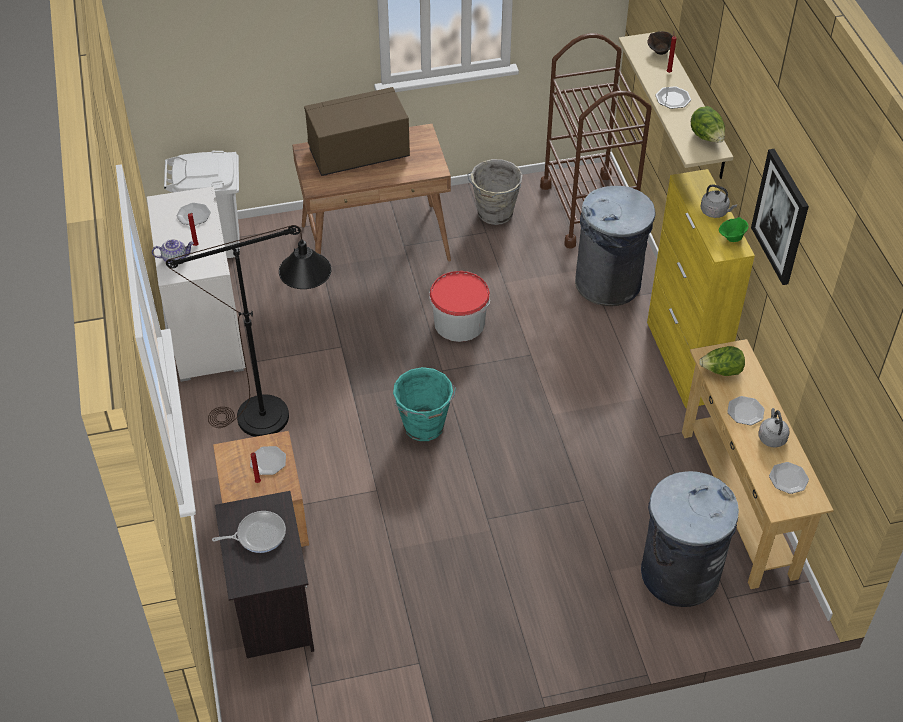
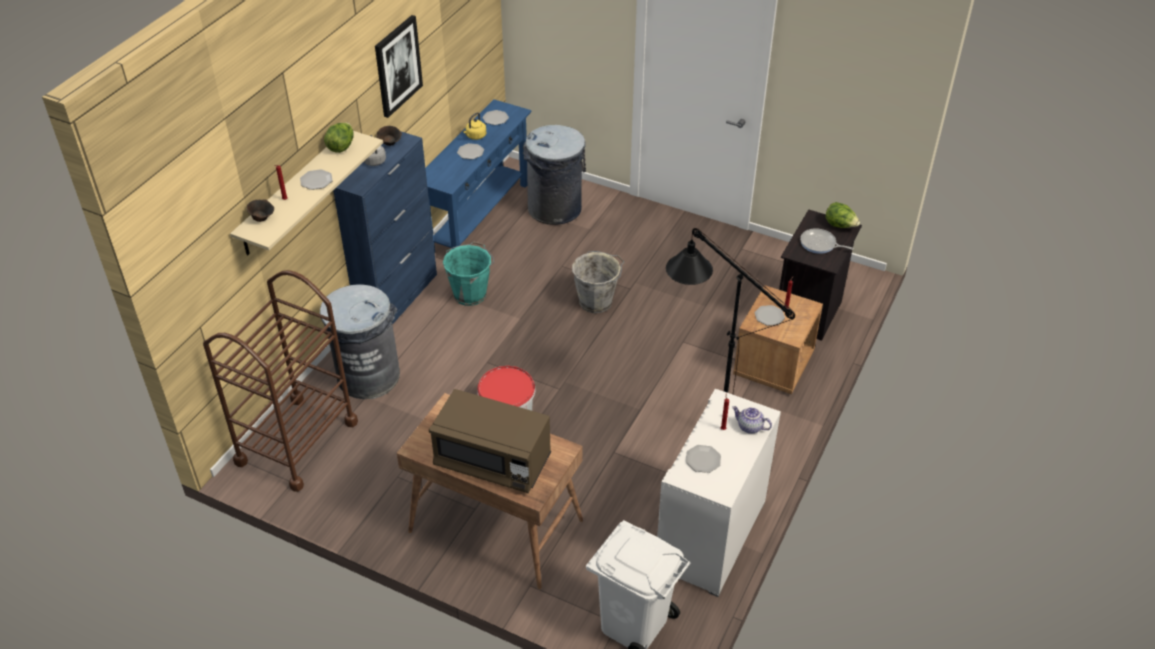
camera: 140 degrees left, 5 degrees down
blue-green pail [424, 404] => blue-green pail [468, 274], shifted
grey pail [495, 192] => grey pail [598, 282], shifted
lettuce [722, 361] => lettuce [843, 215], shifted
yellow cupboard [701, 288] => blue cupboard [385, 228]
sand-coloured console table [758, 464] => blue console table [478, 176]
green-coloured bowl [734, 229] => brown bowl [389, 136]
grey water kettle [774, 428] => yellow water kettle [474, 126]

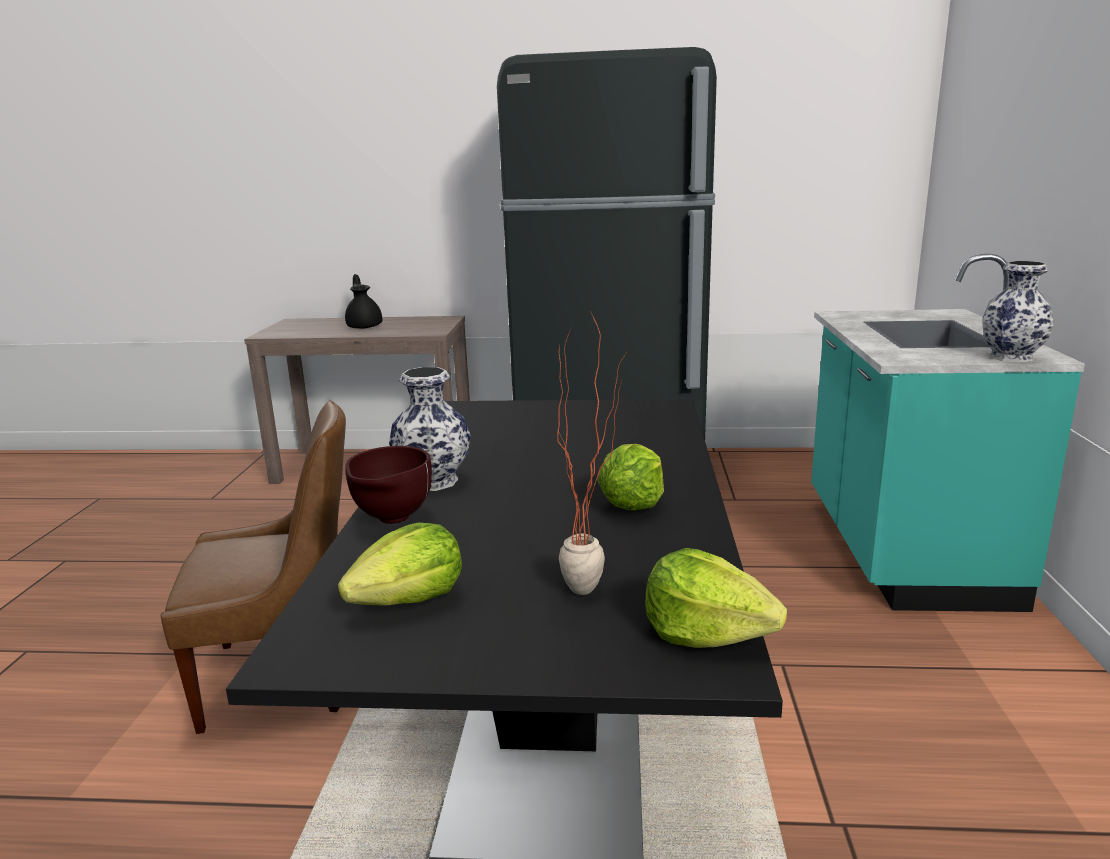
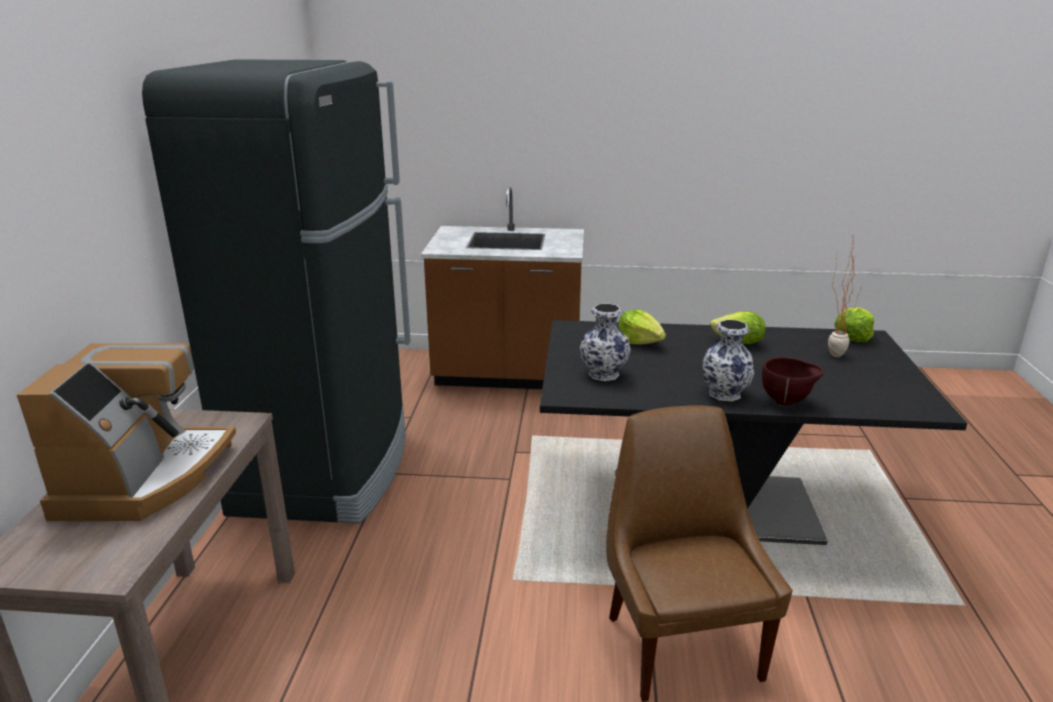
camera: 90 degrees left, 5 degrees up
lettuce [400, 563] => lettuce [642, 326], shifted
flower vase [1018, 311] => flower vase [605, 342], shifted
blackish teapot [363, 301] => coffee brewer [126, 432]
blue-green counter [948, 433] => brown counter [502, 288]

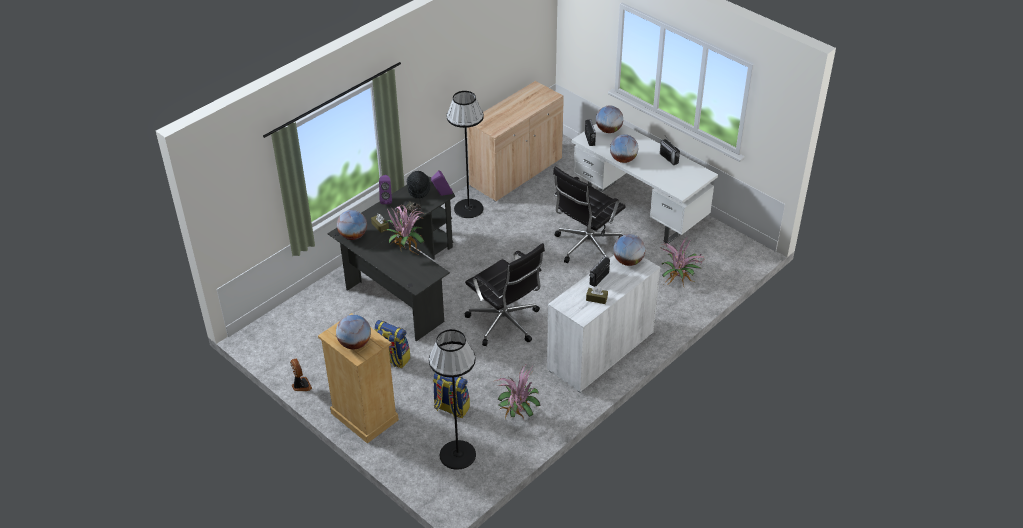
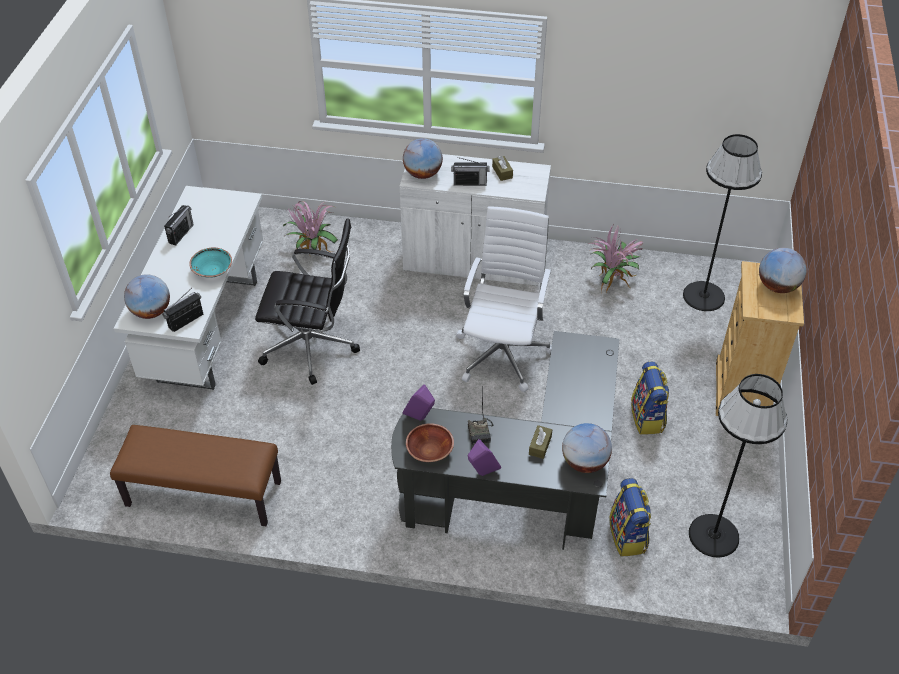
camera: 125 degrees left, 5 degrees up
electric fan [301, 375] => nothing
potted plant [404, 230] => nothing
knapsack [451, 395] => knapsack [630, 517], shifted
blackish standing lamp [465, 154] => blackish standing lamp [738, 466], shifted
blackish wearable hat [418, 184] => brown bowl [430, 442]
sand-coloured cupboard [515, 141] => brown indoor bench [195, 475]
desk globe [624, 148] => blue-green bowl [210, 263]
blackish office chair [505, 294] => white office chair [504, 299]

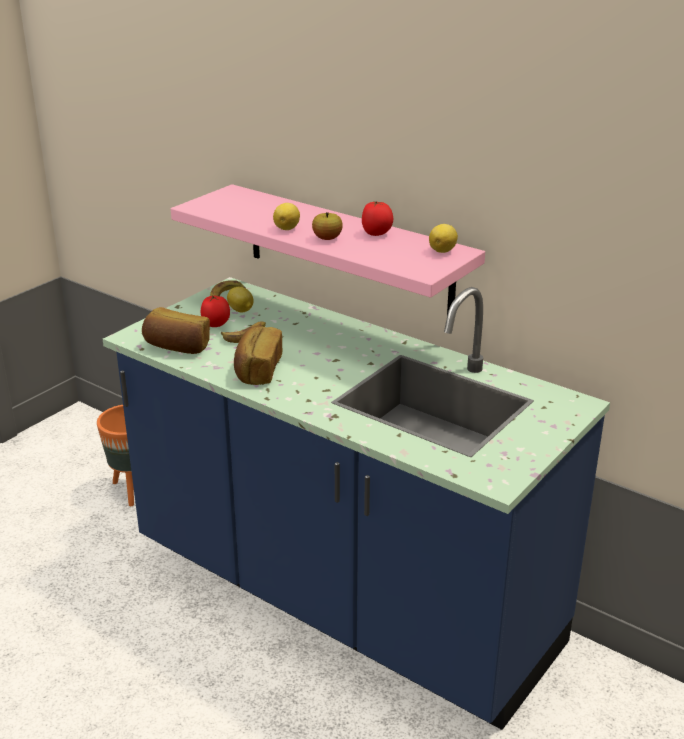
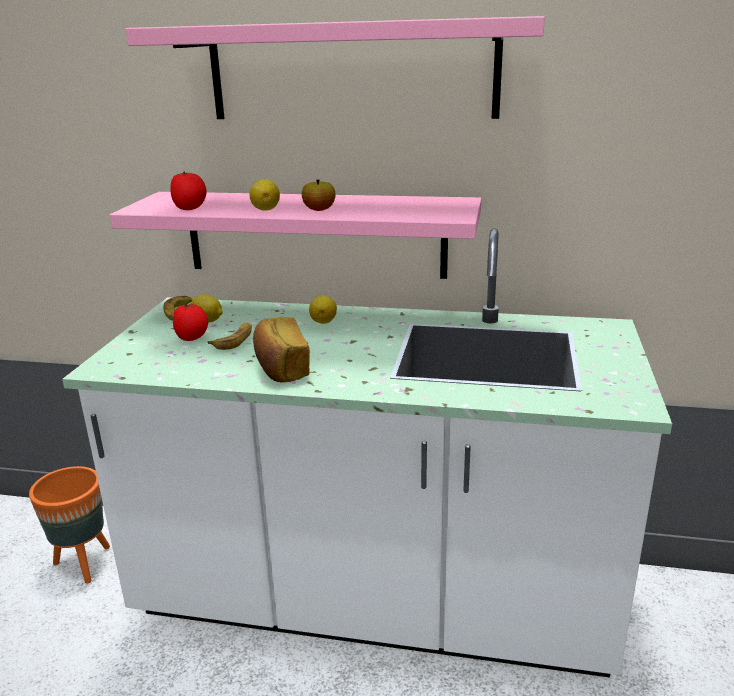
camera: 25 degrees left, 5 degrees down
bread [176, 330] => nothing
nothing => pink-coloured wall shelf [335, 67]
tomato [378, 218] => tomato [188, 191], shifted
citrus fruit [443, 238] => citrus fruit [323, 309], shifted
blue counter [356, 503] => white counter [367, 453]

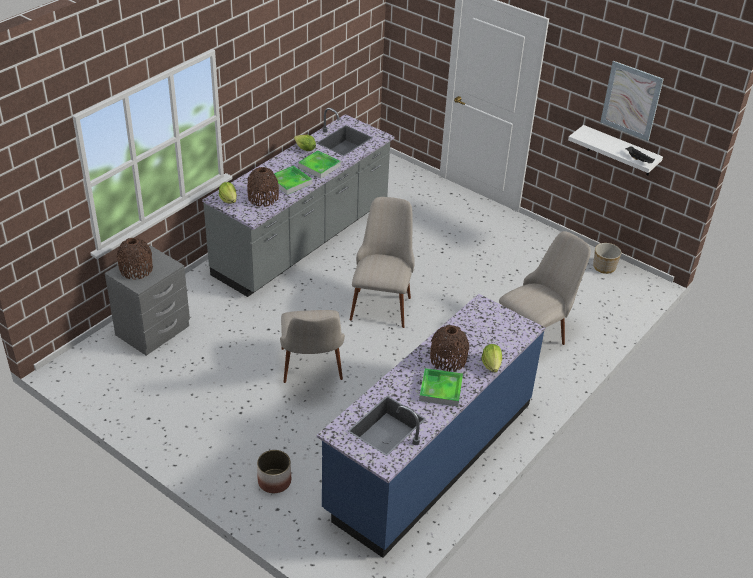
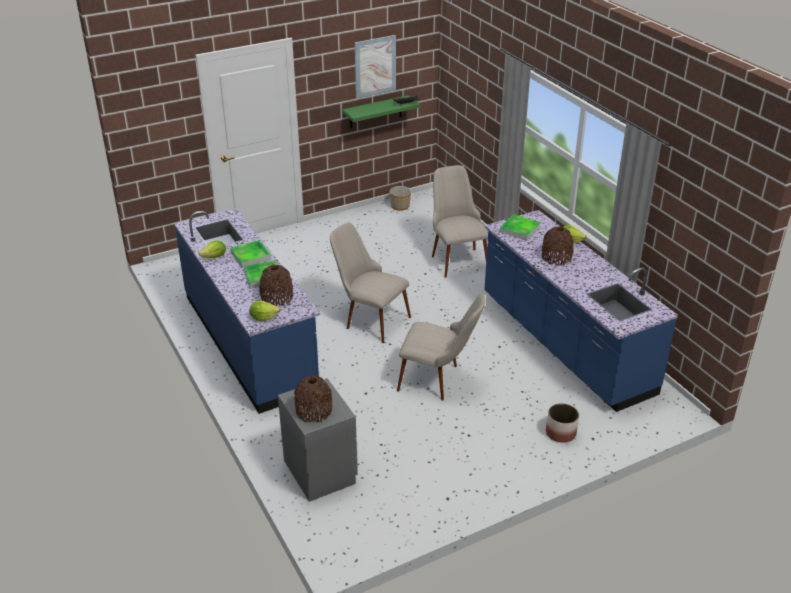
camera: 65 degrees left, 5 degrees down
carrying tray [441, 387] => carrying tray [520, 228], shifted
grey counter [298, 202] => blue counter [247, 311]
white wall shelf [615, 150] => green-coloured wall shelf [381, 111]

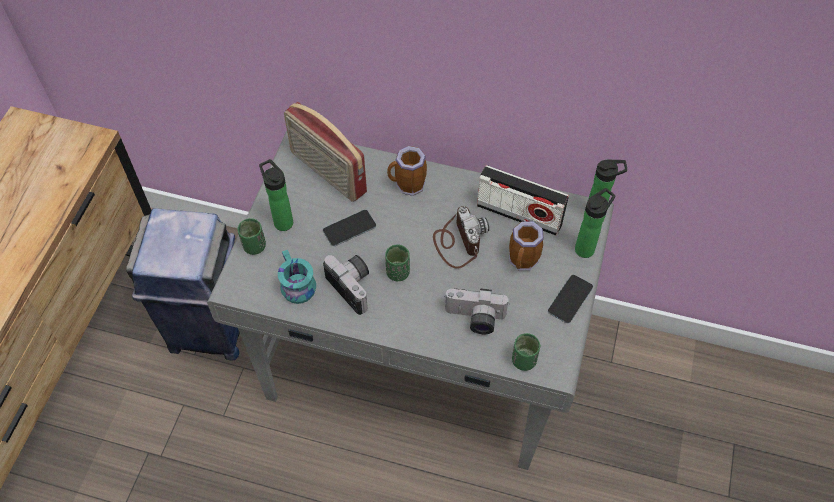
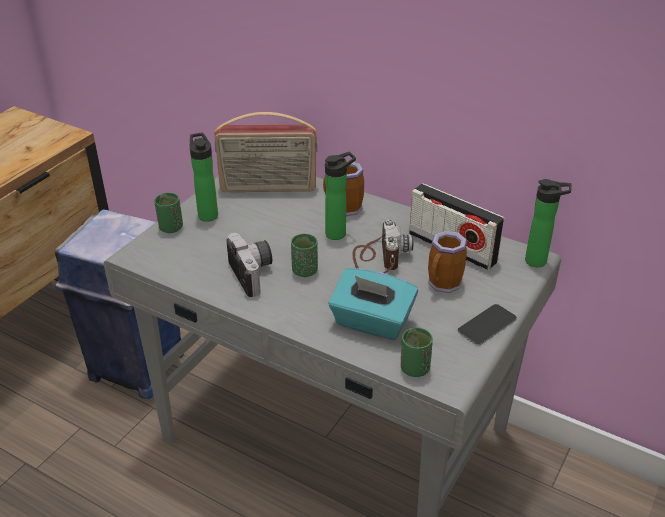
camera: 15 degrees right, 20 degrees down
blue-green coffee mug [297, 277] => nothing
telephone [349, 228] => nothing
drink bottle [595, 223] => drink bottle [340, 196], shifted
photo camera [476, 311] => blue-green tissue box [373, 304]
radio [325, 152] => radio [265, 152], 60 degrees counterclockwise

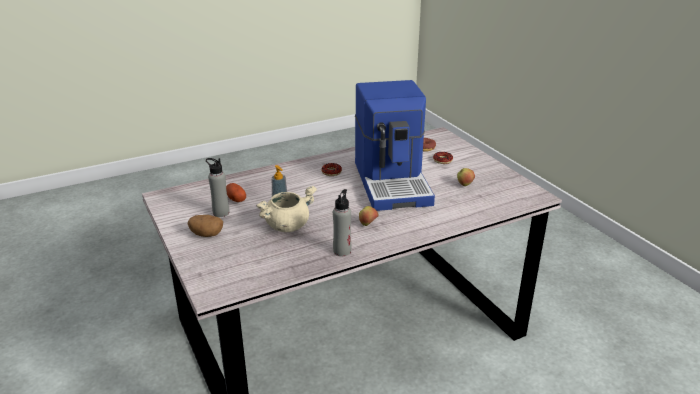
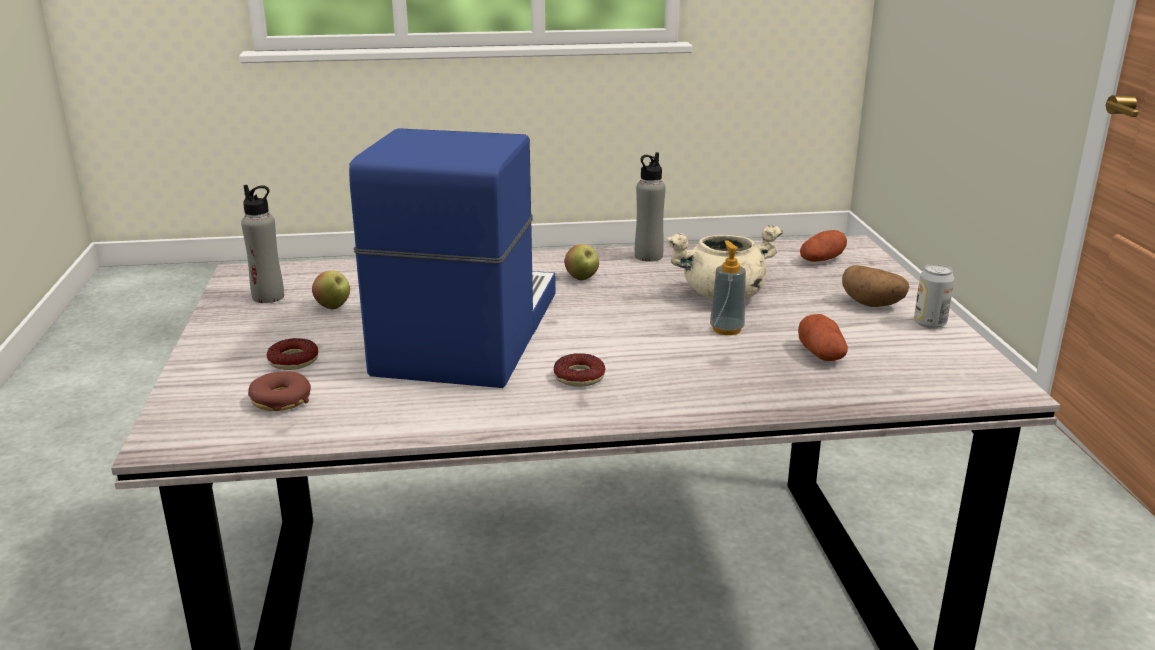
camera: 160 degrees left, 5 degrees down
nothing => potato [823, 246]
nothing => can [934, 296]
grey drink bottle [217, 187] => grey drink bottle [262, 244], shifted

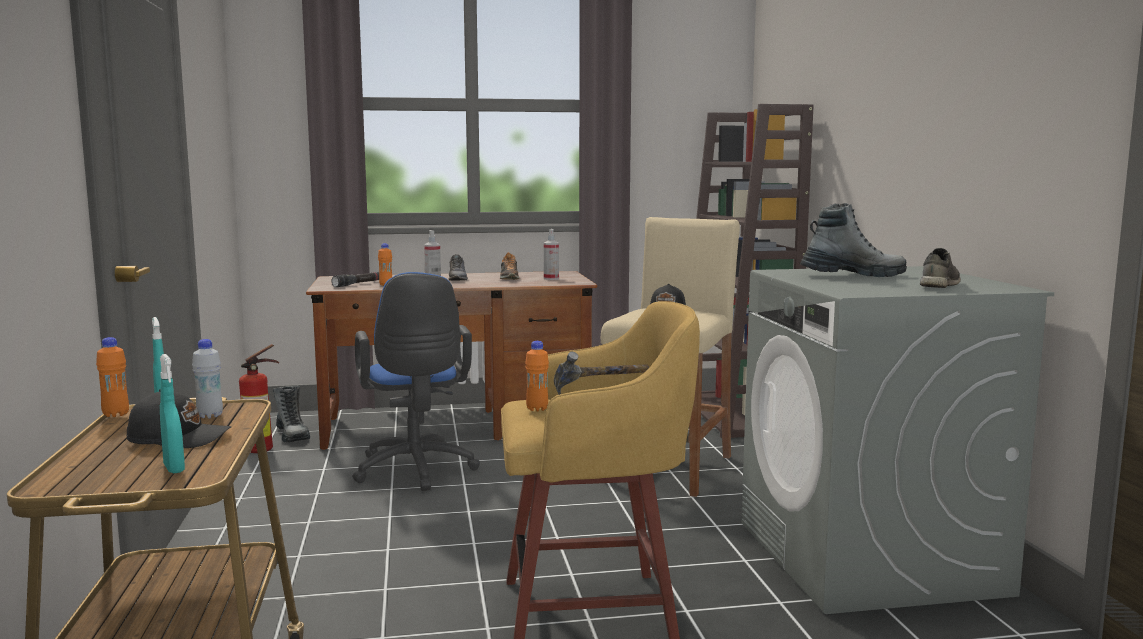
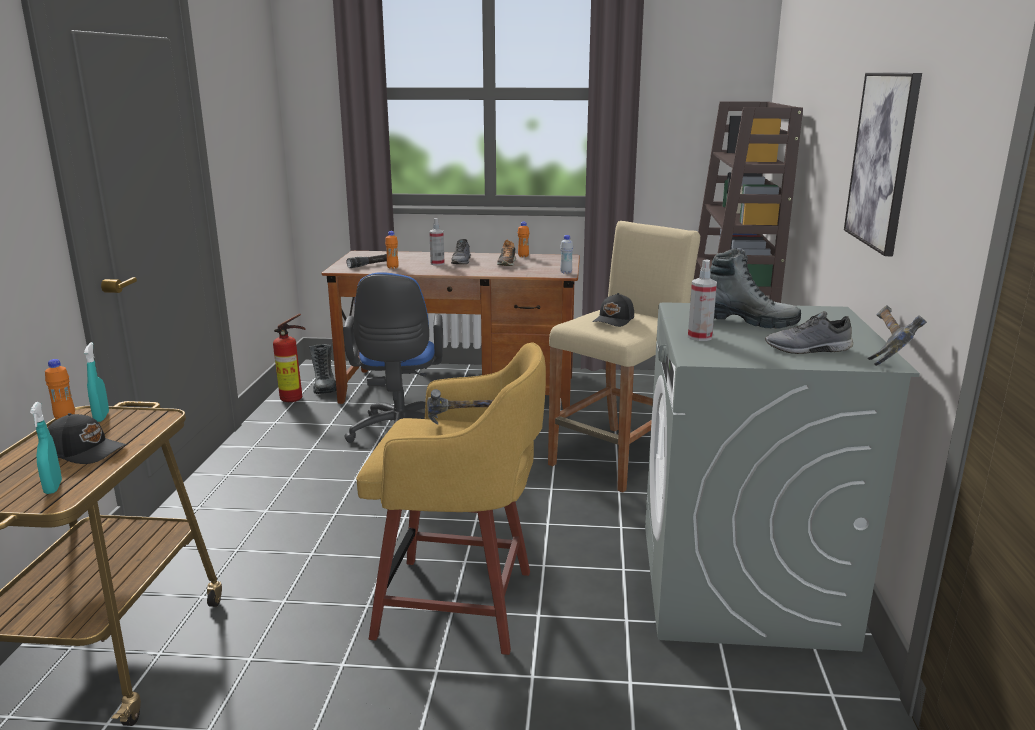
camera: 15 degrees right, 10 degrees up
nothing => picture [883, 164]
nothing => tool hammer [897, 335]
white drink bottle [207, 378] => white drink bottle [566, 254], shifted
orangey drink bottle [537, 376] => orangey drink bottle [523, 239], shifted
hand sprayer [551, 254] => hand sprayer [702, 300], shifted
grey item of footwear [940, 268] => grey item of footwear [809, 332], 135 degrees counterclockwise

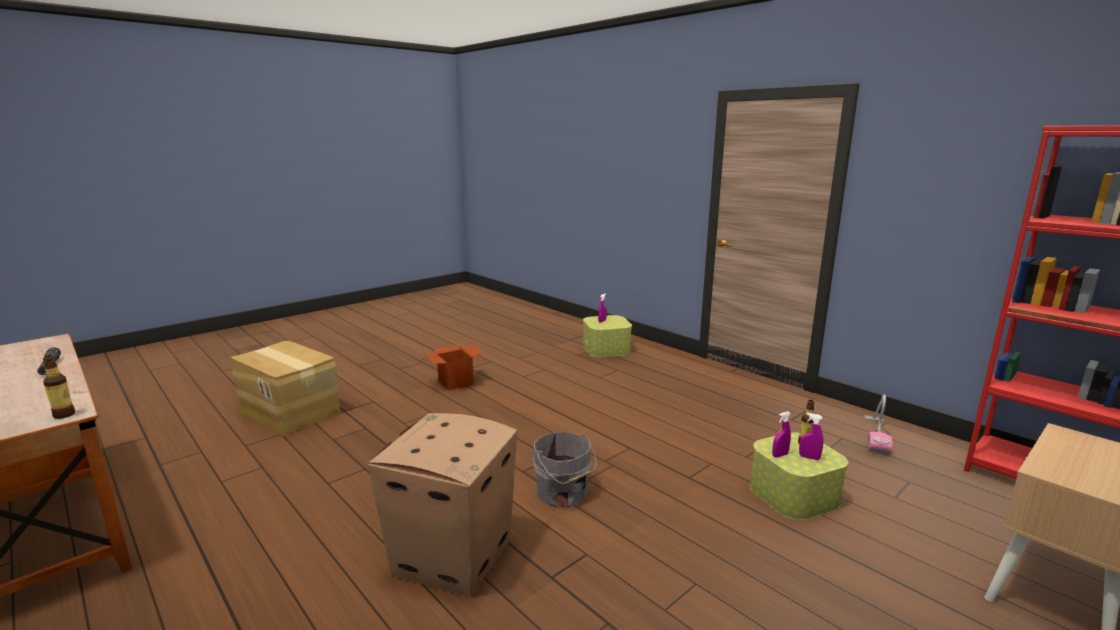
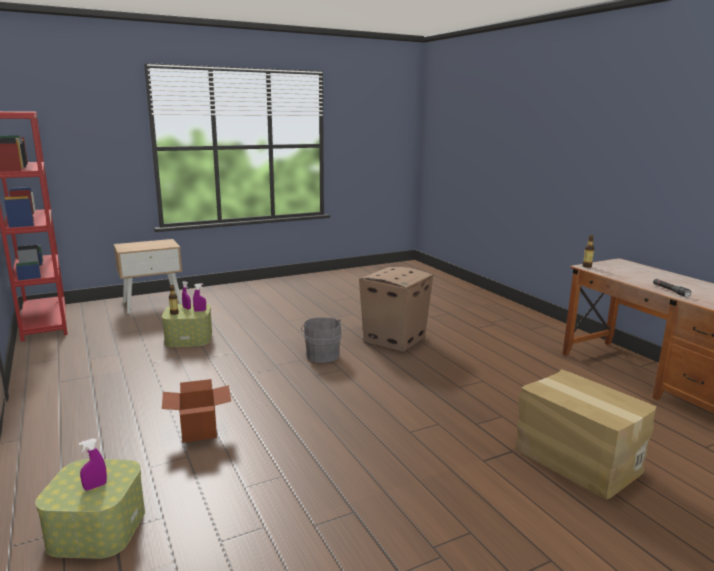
camera: 165 degrees left, 0 degrees up
vacuum cleaner [878, 424] => nothing
cardboard box [454, 367] => cardboard box [196, 411], shifted

